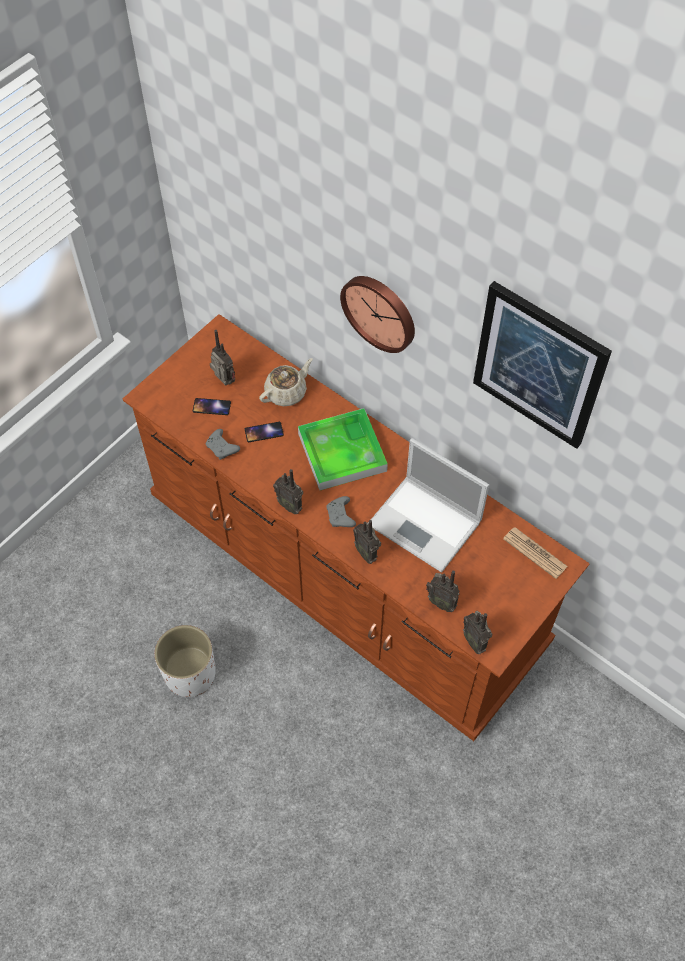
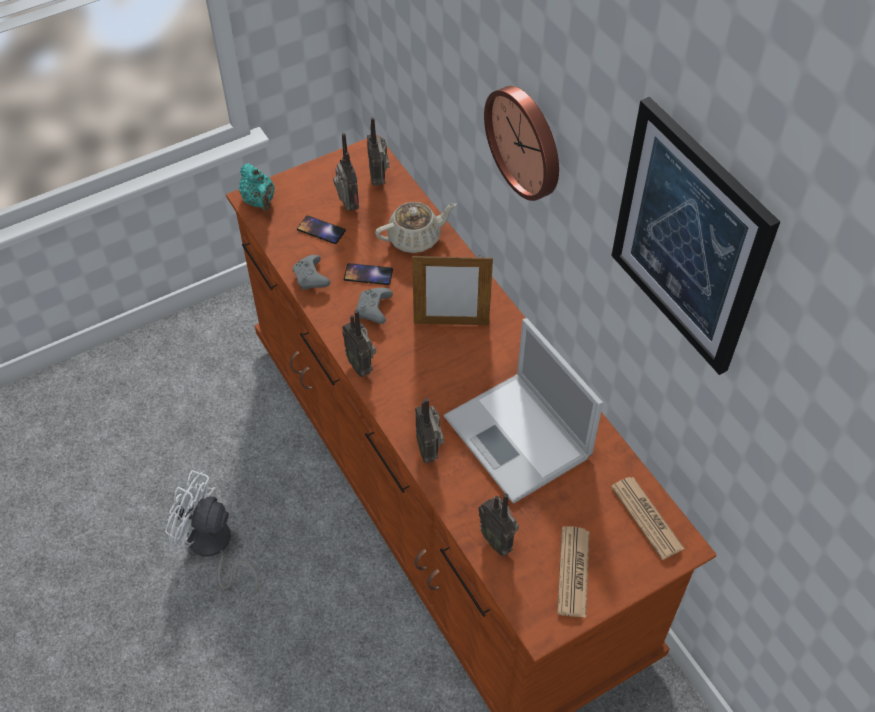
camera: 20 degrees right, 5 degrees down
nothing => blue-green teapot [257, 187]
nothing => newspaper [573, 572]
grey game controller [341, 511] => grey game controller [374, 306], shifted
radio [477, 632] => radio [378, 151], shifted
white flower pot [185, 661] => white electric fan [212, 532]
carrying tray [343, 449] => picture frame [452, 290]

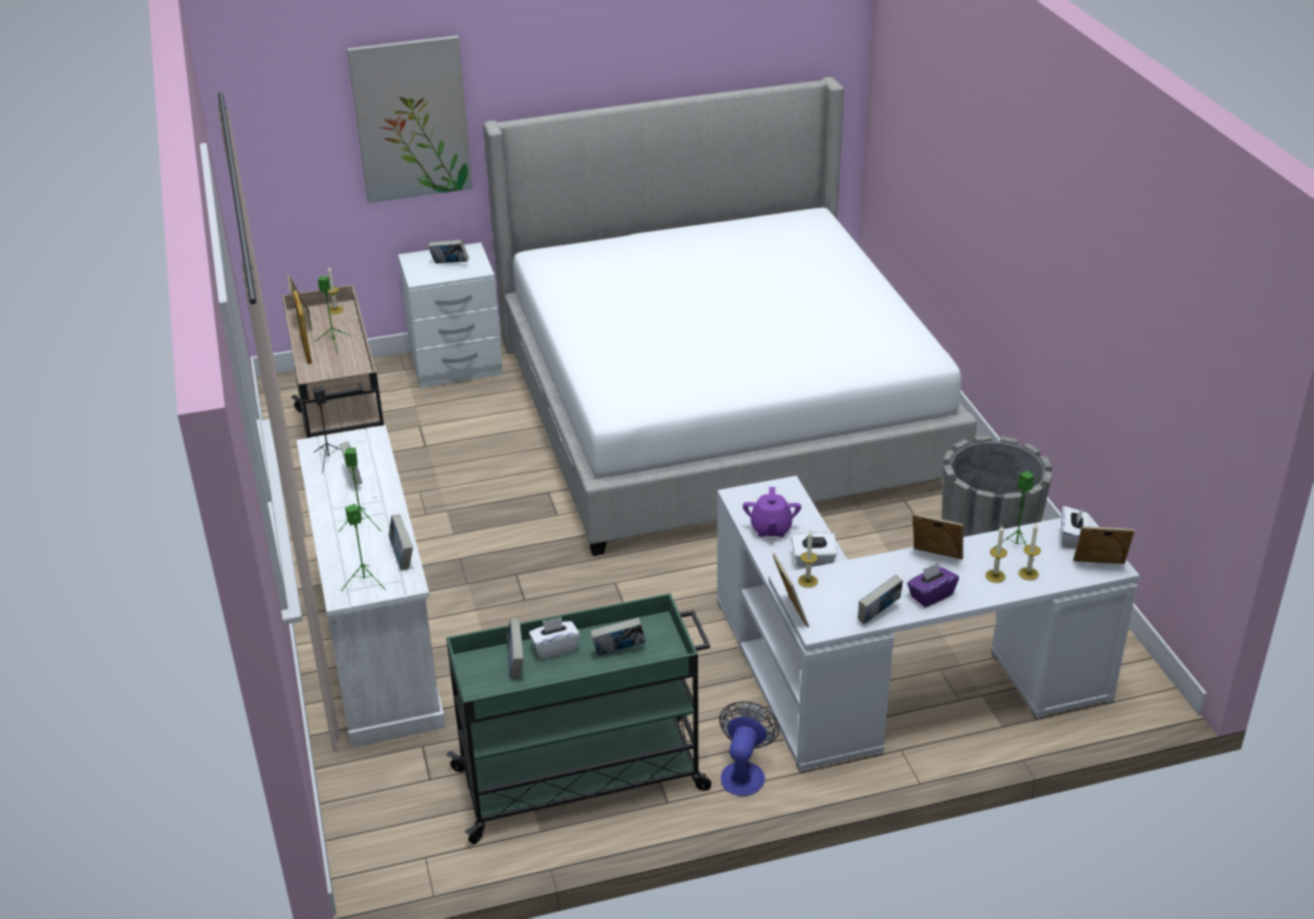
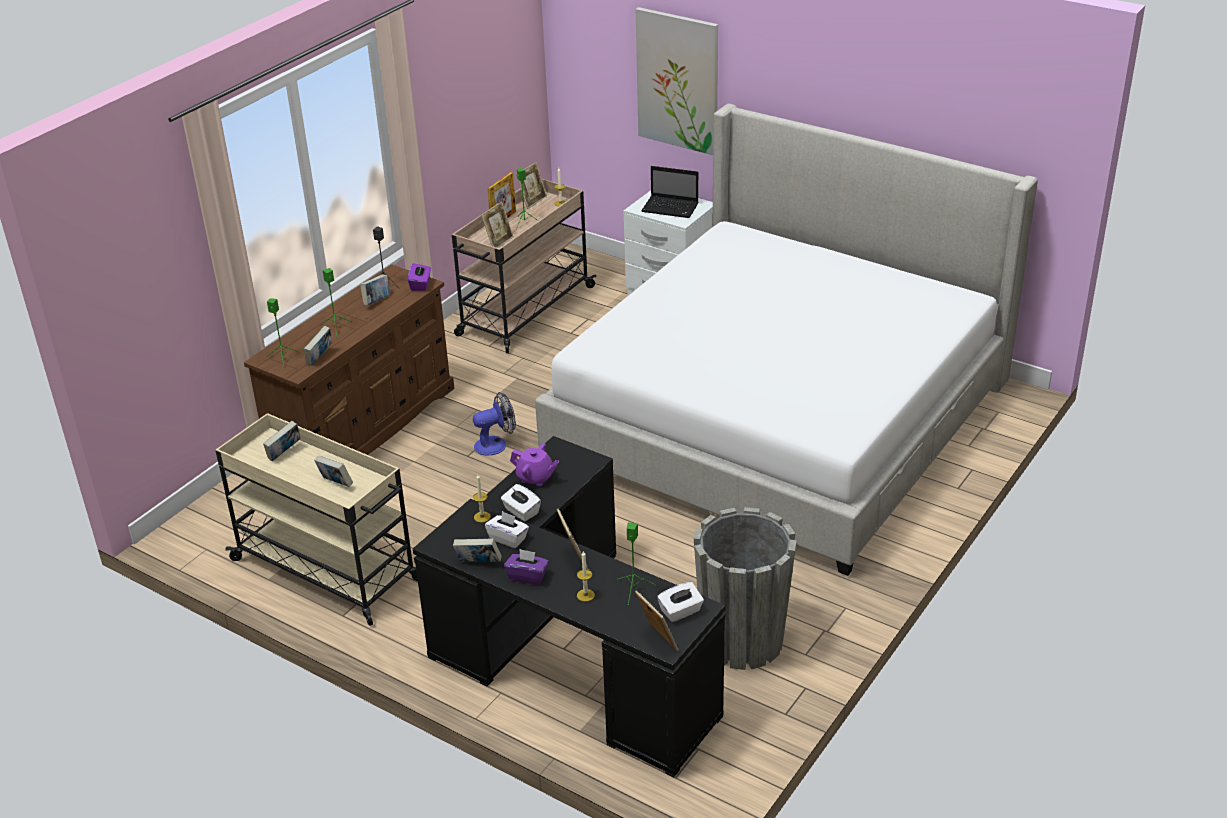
camera: 50 degrees right, 0 degrees up
wax light [1029, 551] => nothing
nothing => purple tissue box [419, 276]
white tissue box [554, 637] => white tissue box [507, 529], shifted
electric fan [749, 748] => electric fan [494, 424], shifted
picture frame [791, 590] => picture frame [497, 225], shifted
bound book [448, 252] => notebook computer [669, 192]
white drawer chest [371, 586] => brown drawer chest [349, 359]
green-coloured cart [579, 718] => sand-coloured cart [316, 519]
white desk [928, 624] => blackish desk [569, 606]
purple teapot [772, 512] => purple teapot [534, 464], 120 degrees counterclockwise

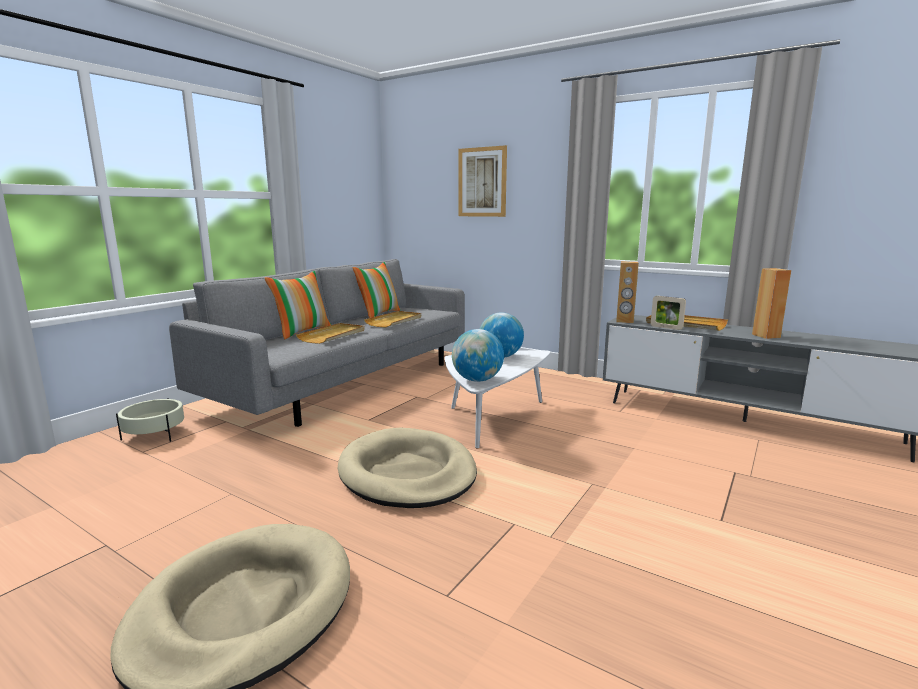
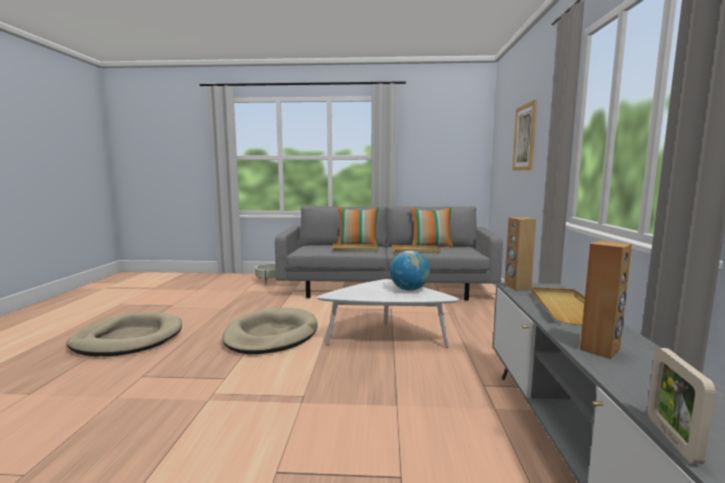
camera: 60 degrees right, 5 degrees down
desk globe [478, 355] => nothing
picture frame [668, 313] => picture frame [681, 406], shifted

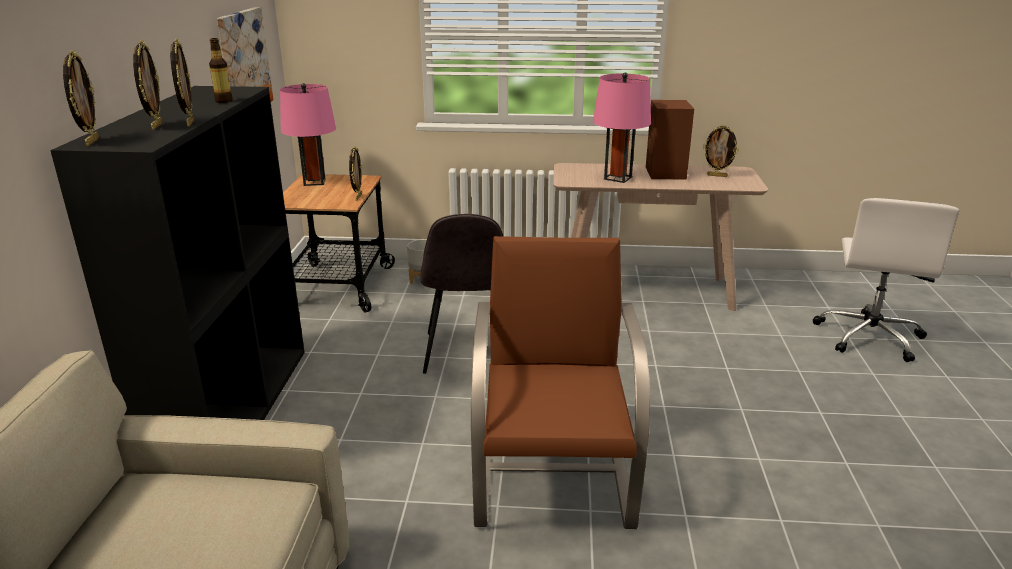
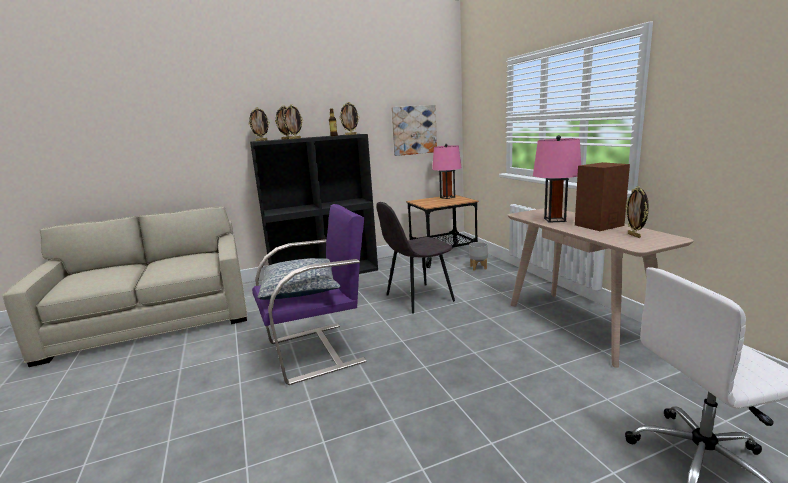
camera: 65 degrees right, 10 degrees down
nothing => cushion [299, 279]
picture frame [355, 173] => picture frame [349, 118], shifted
brown lounge chair [560, 382] => purple lounge chair [309, 294]

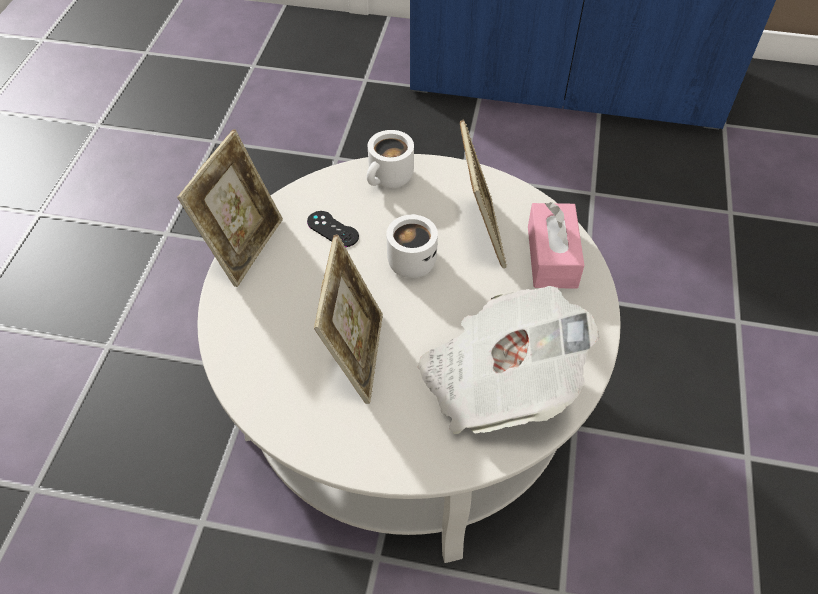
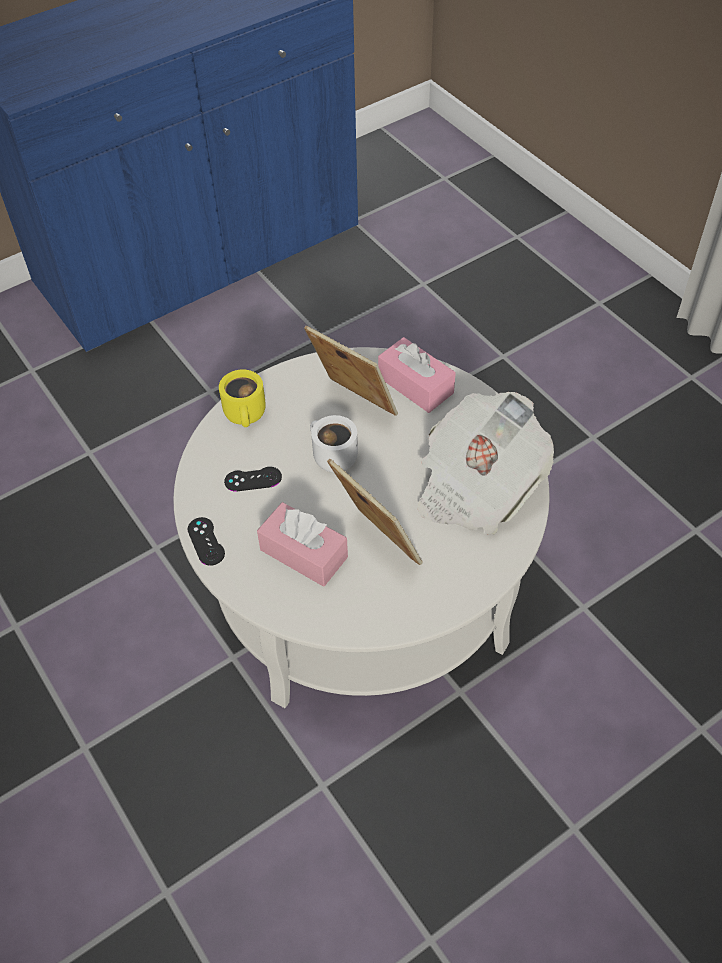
camera: 45 degrees left, 0 degrees up
nothing => pink-coloured tissue box [302, 544]
picture frame [230, 208] => blackish game controller [206, 541]
white coffee mug [390, 159] => yellow coffee mug [242, 398]

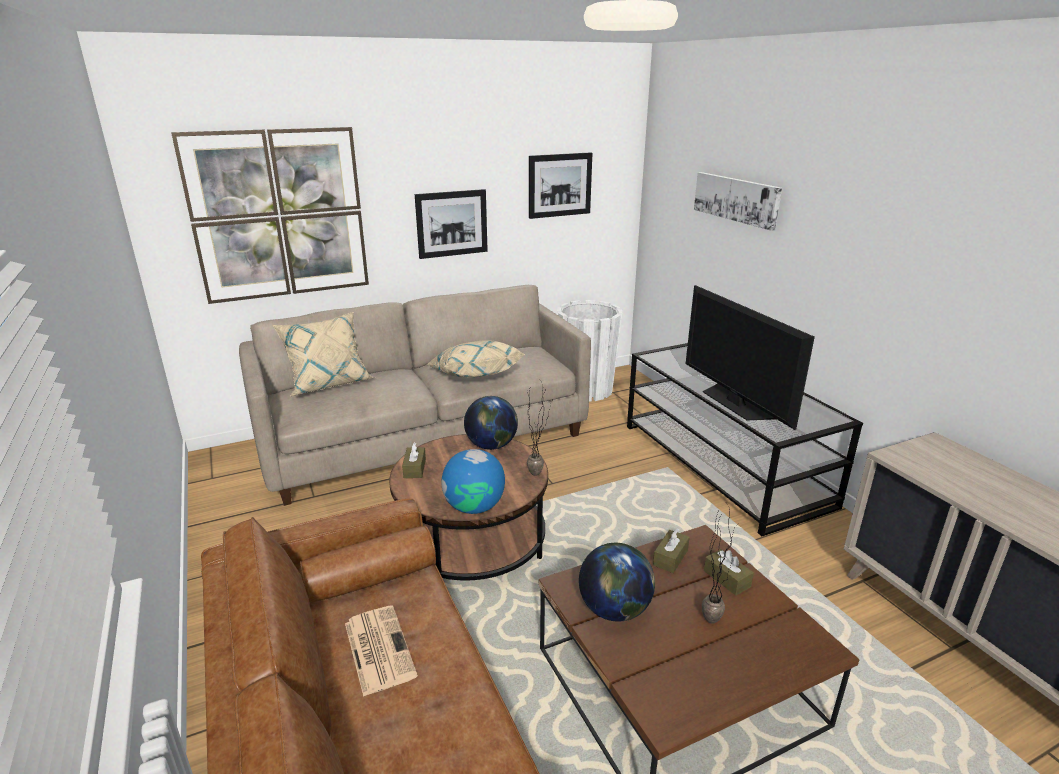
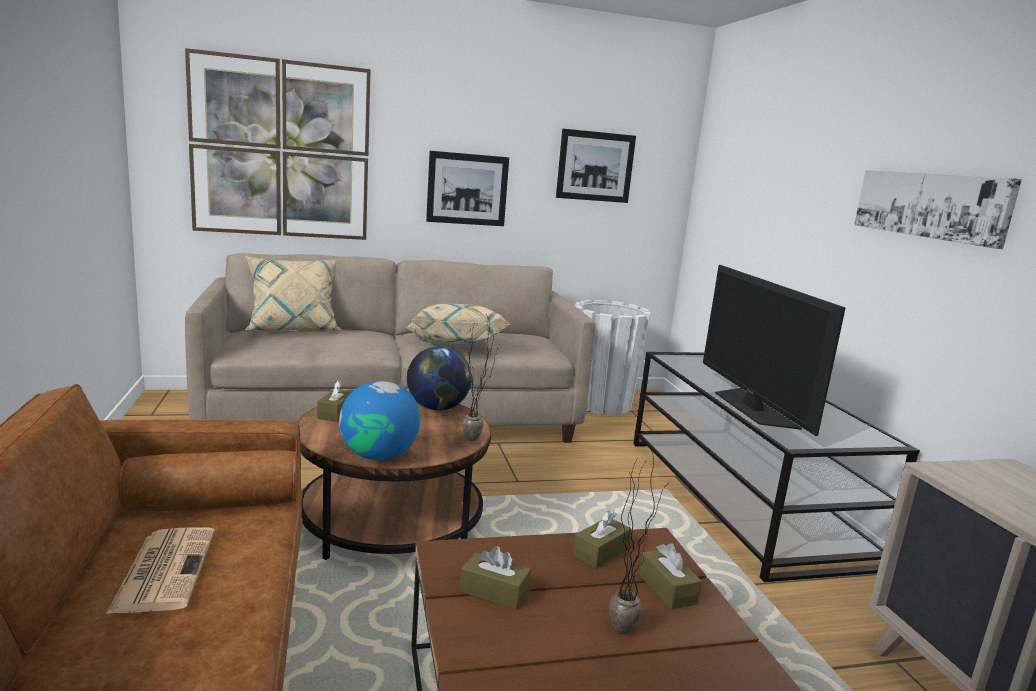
camera: 10 degrees right, 10 degrees down
picture [738, 201] => picture [938, 209], shifted
desk globe [617, 582] => brown tissue box [495, 578]

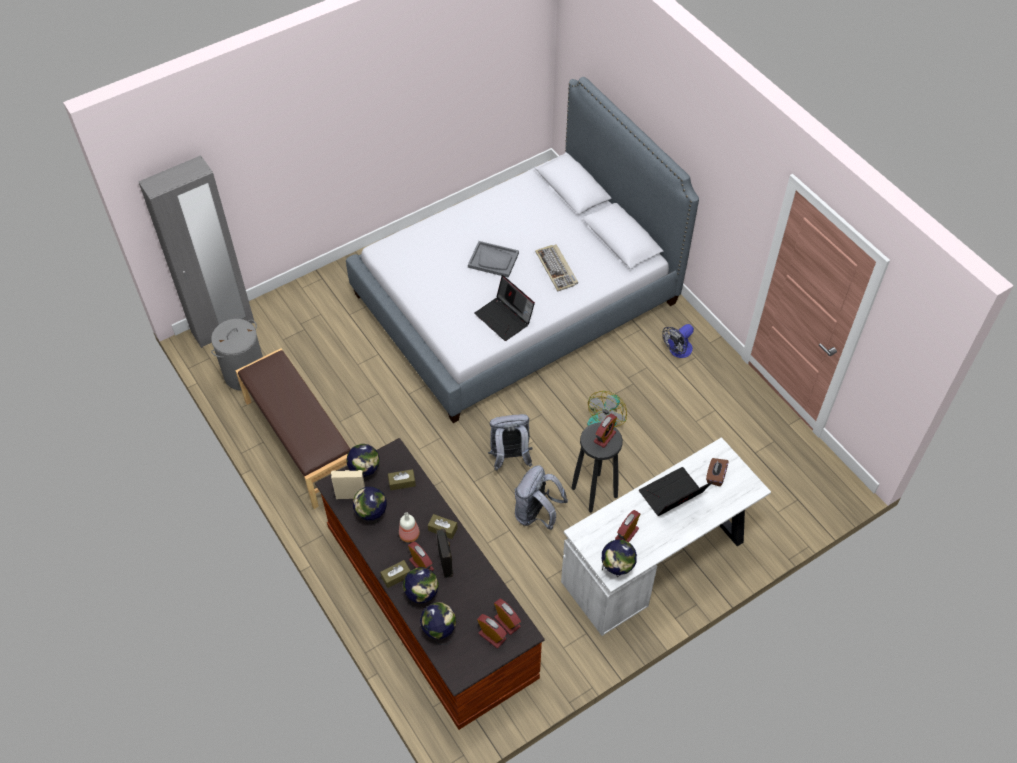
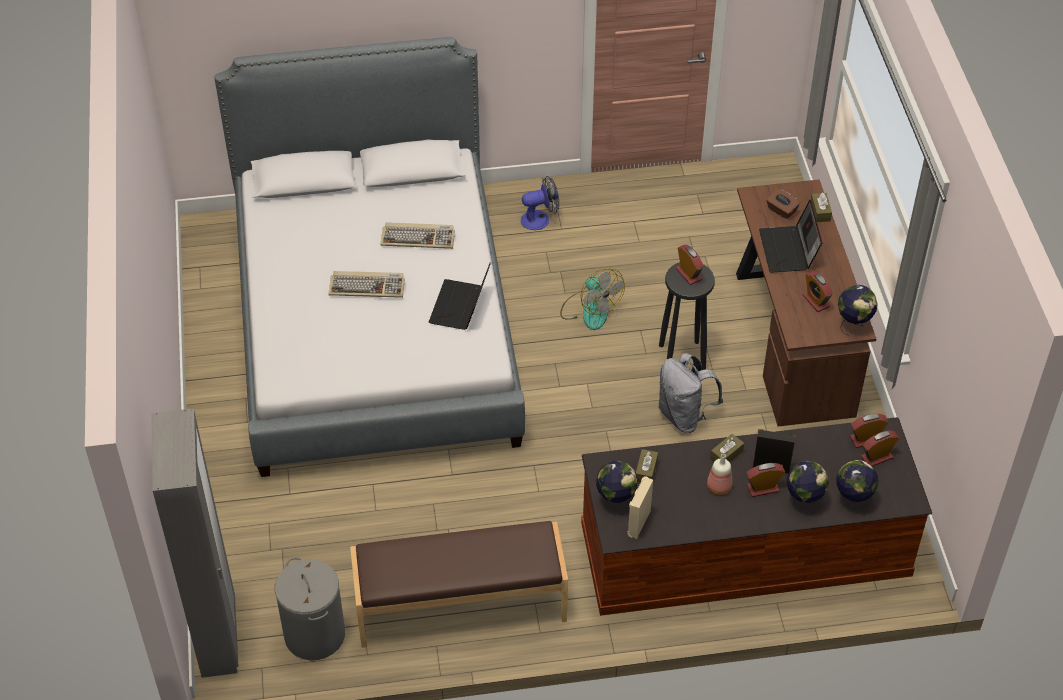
camera: 65 degrees left, 5 degrees down
desk globe [370, 504] => nothing
grey knapsack [510, 442] => nothing
brown tissue box [395, 574] => brown tissue box [821, 207], shifted
grey carrying tray [493, 259] => computer keyboard [367, 284]
white desk [666, 536] => brown desk [806, 303]
notebook computer [504, 308] => notebook computer [460, 296], 120 degrees clockwise
electric fan [678, 341] => electric fan [540, 203], 90 degrees counterclockwise

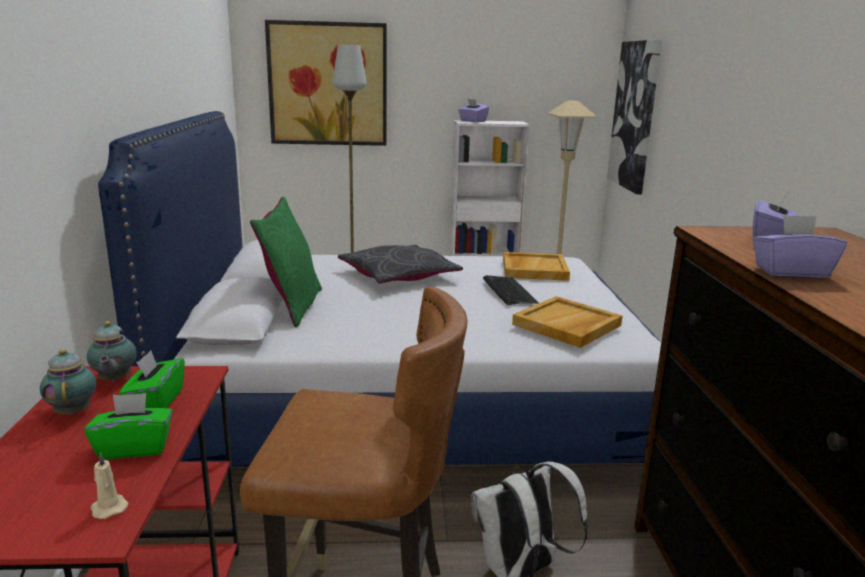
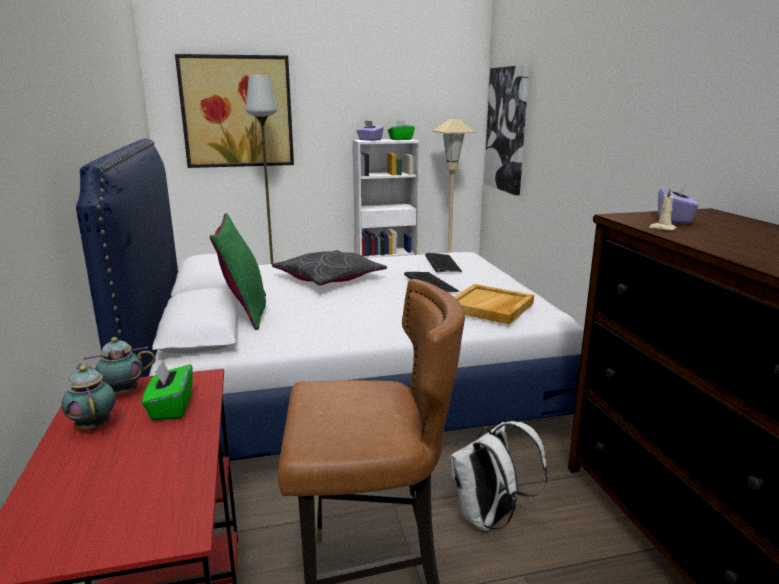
camera: 10 degrees left, 0 degrees up
purple tissue box [800, 246] => nothing
green-coloured tissue box [128, 426] => green-coloured tissue box [401, 130], shifted
sand-coloured wax light [109, 485] => sand-coloured wax light [663, 209], shifted
sand-coloured carrying tray [536, 266] => computer keyboard [443, 262]
teapot [112, 351] => teapot [115, 365], 90 degrees clockwise

